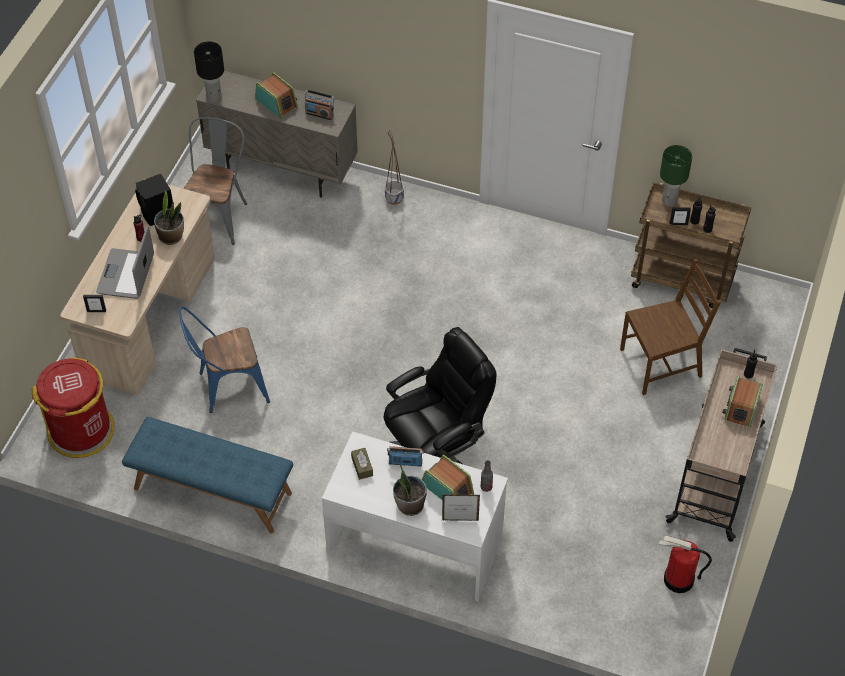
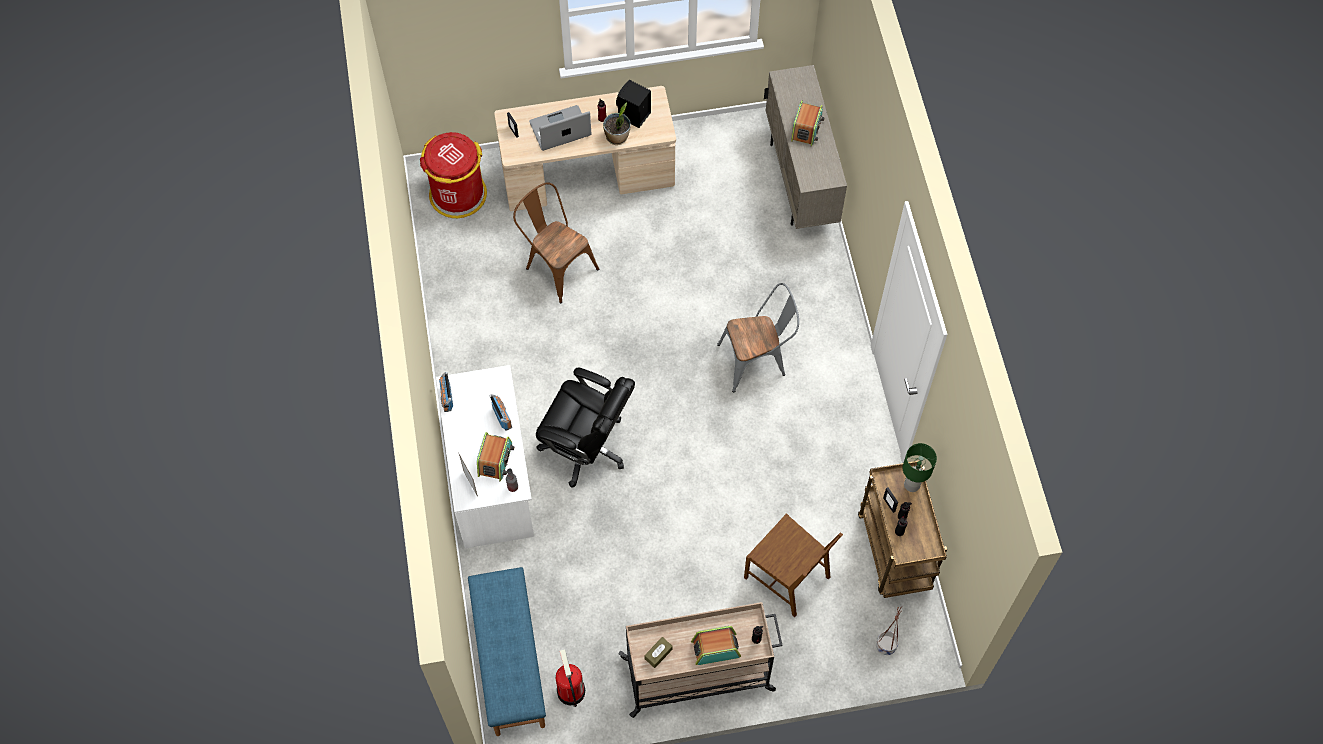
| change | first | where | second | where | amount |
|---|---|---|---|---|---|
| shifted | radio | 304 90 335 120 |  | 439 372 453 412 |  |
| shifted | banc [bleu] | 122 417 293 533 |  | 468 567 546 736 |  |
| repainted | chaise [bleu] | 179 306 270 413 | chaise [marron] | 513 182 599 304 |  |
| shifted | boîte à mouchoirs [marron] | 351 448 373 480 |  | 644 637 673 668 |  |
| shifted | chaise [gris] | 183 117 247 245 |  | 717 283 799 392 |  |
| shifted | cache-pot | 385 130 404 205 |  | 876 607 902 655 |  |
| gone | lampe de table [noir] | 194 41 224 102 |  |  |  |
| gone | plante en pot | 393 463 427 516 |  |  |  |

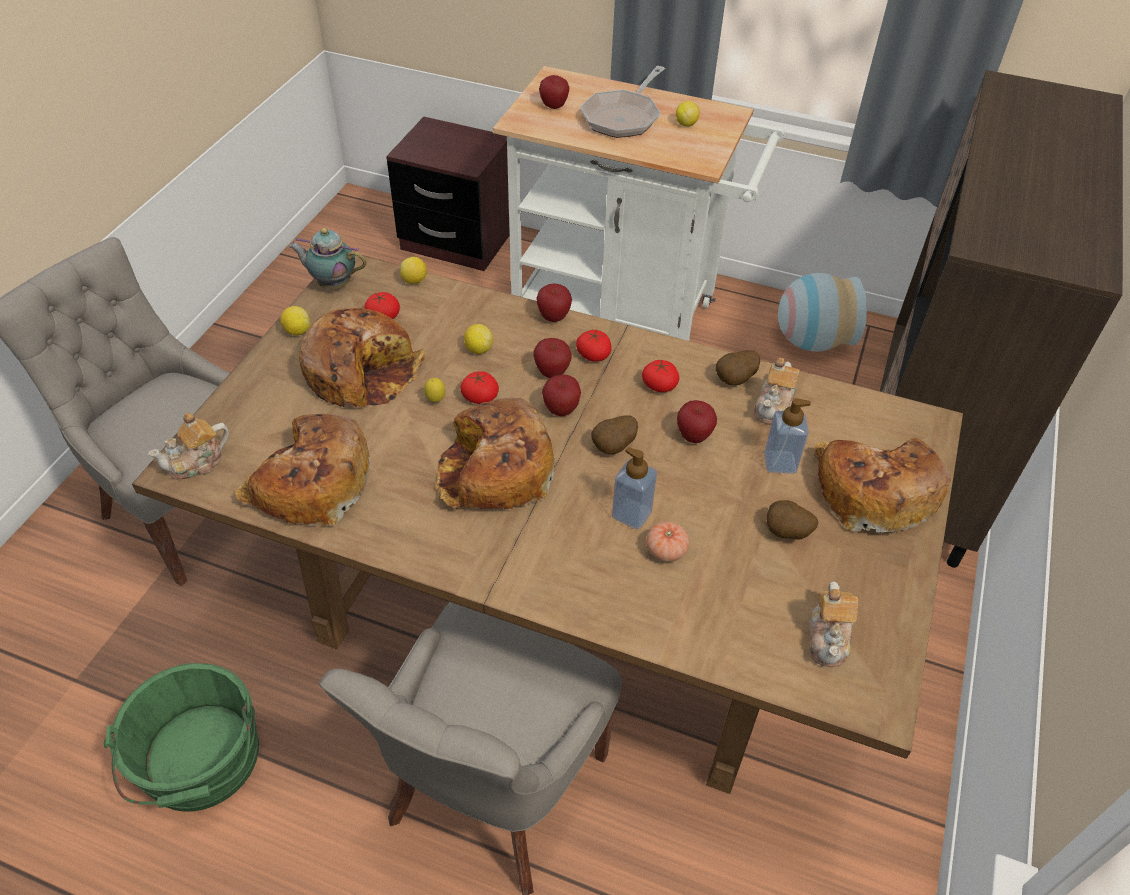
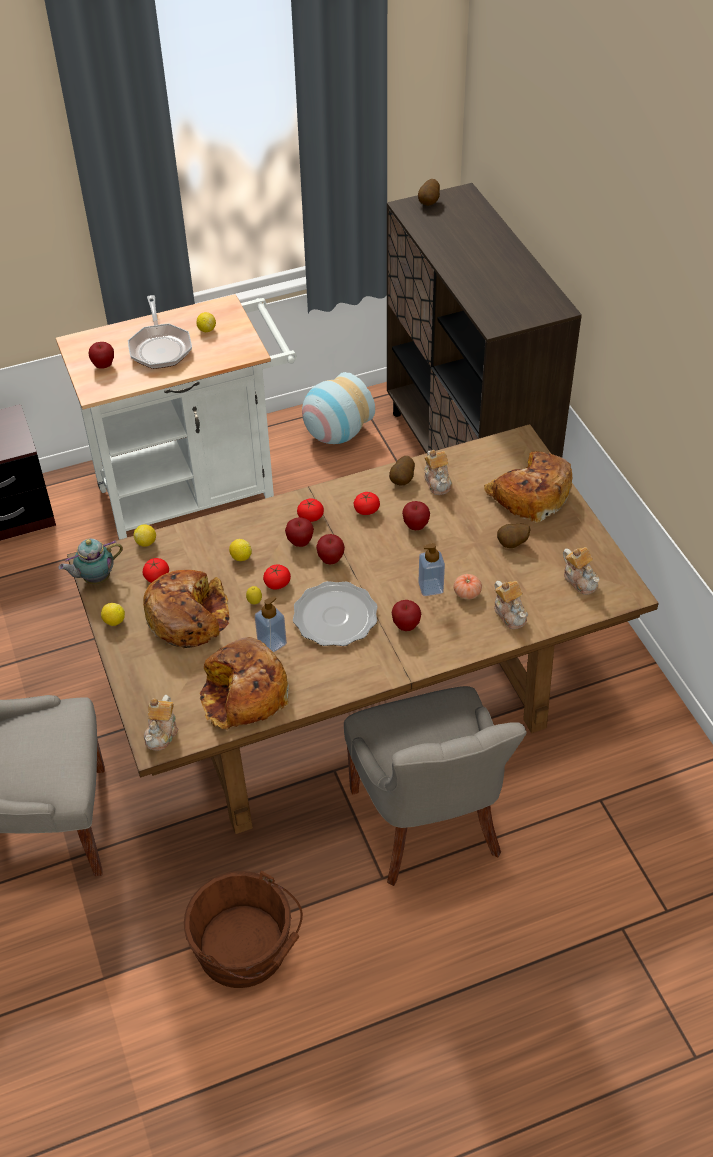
| change | first | where | second | where | amount |
|---|---|---|---|---|---|
| repainted | seau [vert] | 104 663 259 812 | seau [marron] | 184 870 303 988 |  |
| shifted | distributeur de savon | 764 398 811 474 |  | 255 596 287 653 |  |
| swapped | pain | 435 397 554 509 | assiette | 293 581 378 646 |  |
| shifted | pomme | 536 283 572 322 |  | 392 600 421 631 |  |
| shifted | pomme de terre | 591 415 638 454 |  | 418 179 440 206 |  |
| new |  |  | théière | 494 581 528 629 |  |

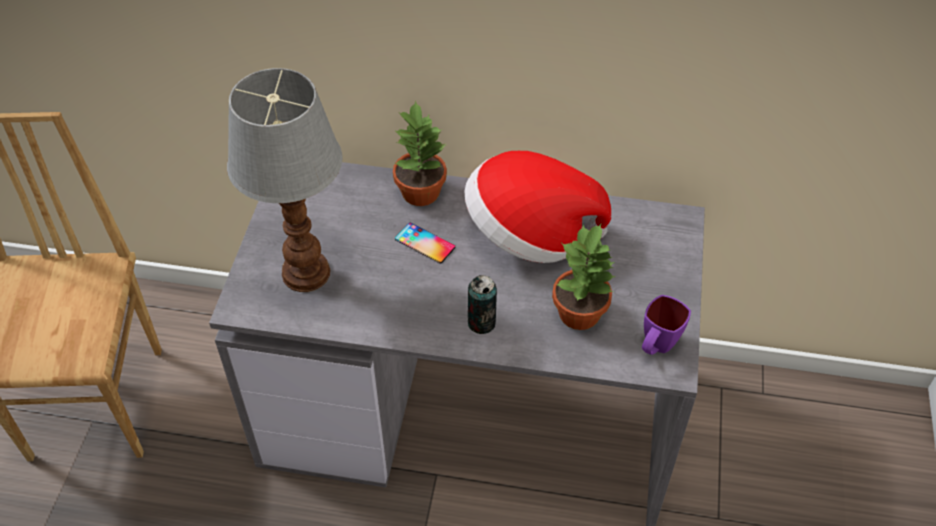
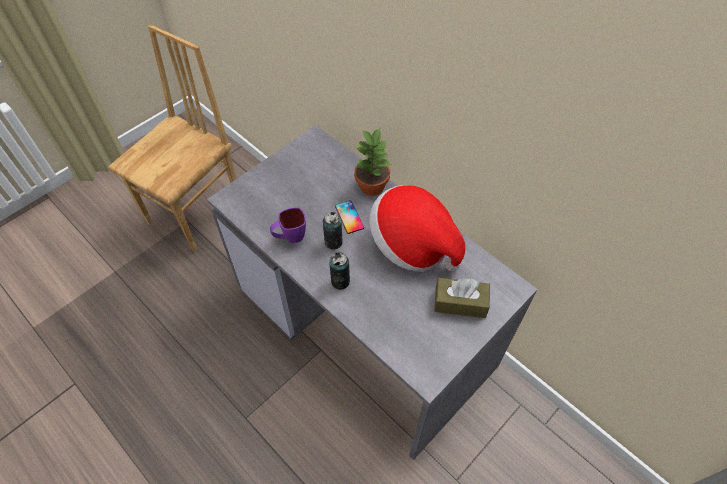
| change | first | where | second | where | amount |
|---|---|---|---|---|---|
| shifted | mug [violet] | 642 295 691 355 |  | 270 208 306 243 |  |
| new |  |  | boîte métallique | 323 212 343 250 |  |
| new |  |  | boîte à mouchoirs [marron] | 434 278 490 318 |  |
| gone | lampe de table | 227 68 343 292 |  |  |  |
| gone | plante en pot | 552 224 616 330 |  |  |  |

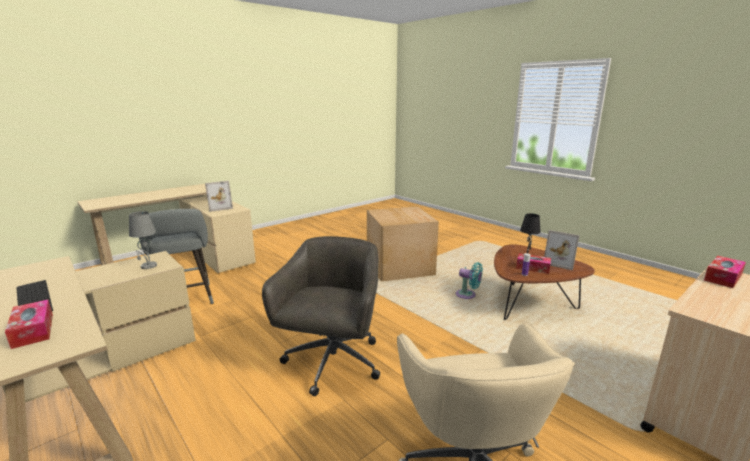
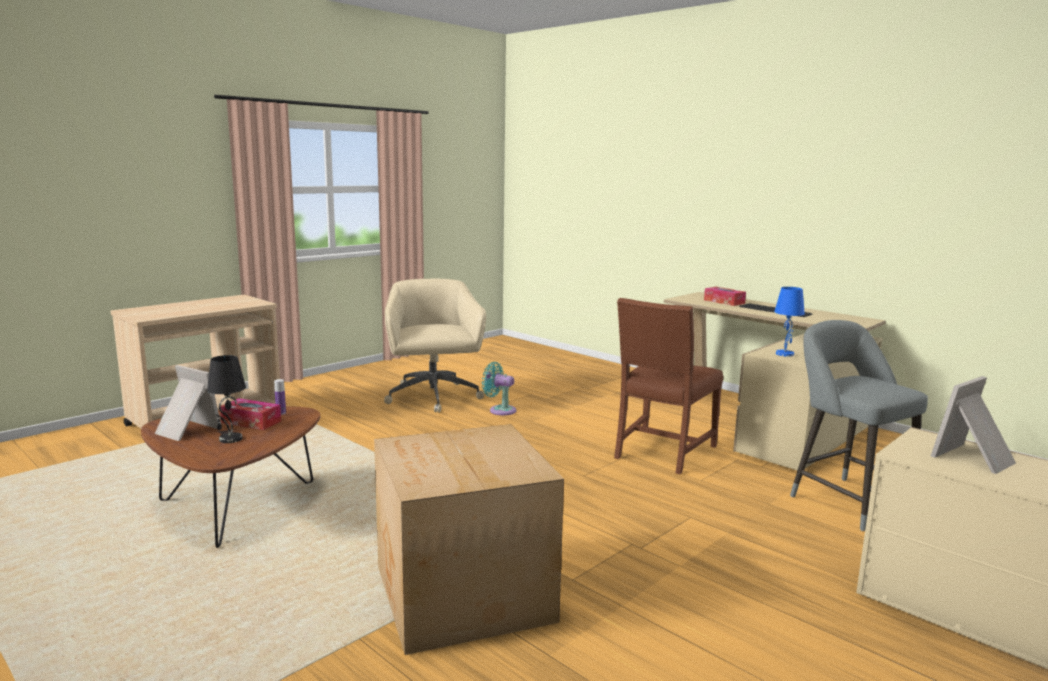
| change | first | where | second | where | amount |
|---|---|---|---|---|---|
| shifted | ventilateur [turquoise] | 456 262 483 299 |  | 482 362 516 415 |  |
| new |  |  | chaise [marron] | 614 298 723 474 |  |
| repainted | lampe de table [gris] | 129 211 157 269 | lampe de table [bleu] | 774 287 805 357 |  |
| gone | chaise de bureau [gris] | 262 236 380 396 |  |  |  |
| gone | boîte à mouchoirs | 704 256 746 288 |  |  |  |

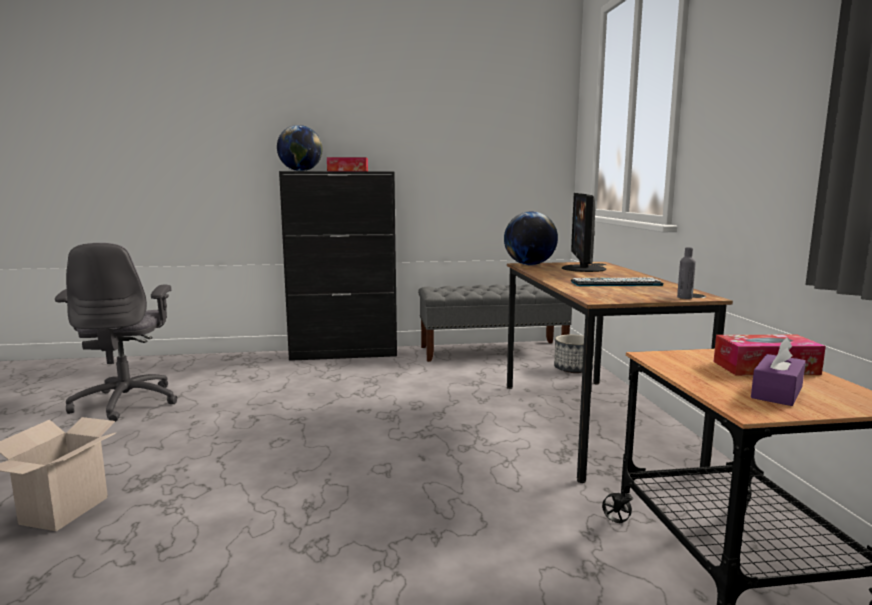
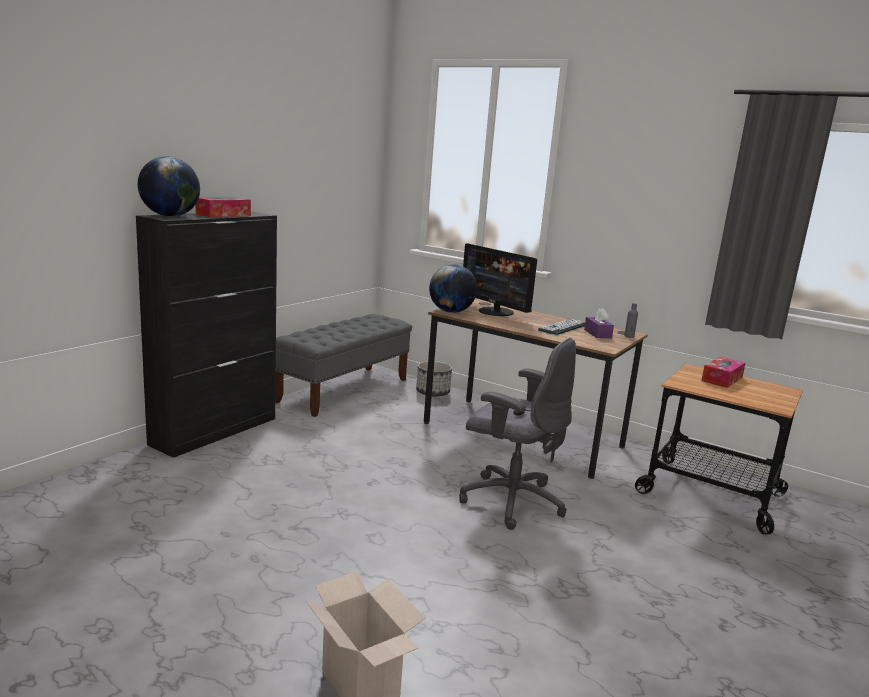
| change | first | where | second | where | amount |
|---|---|---|---|---|---|
| shifted | chaise de bureau [gris] | 55 243 177 422 |  | 459 338 576 530 |  |
| shifted | boîte à mouchoirs [violet] | 751 337 806 406 |  | 584 308 614 338 |  |

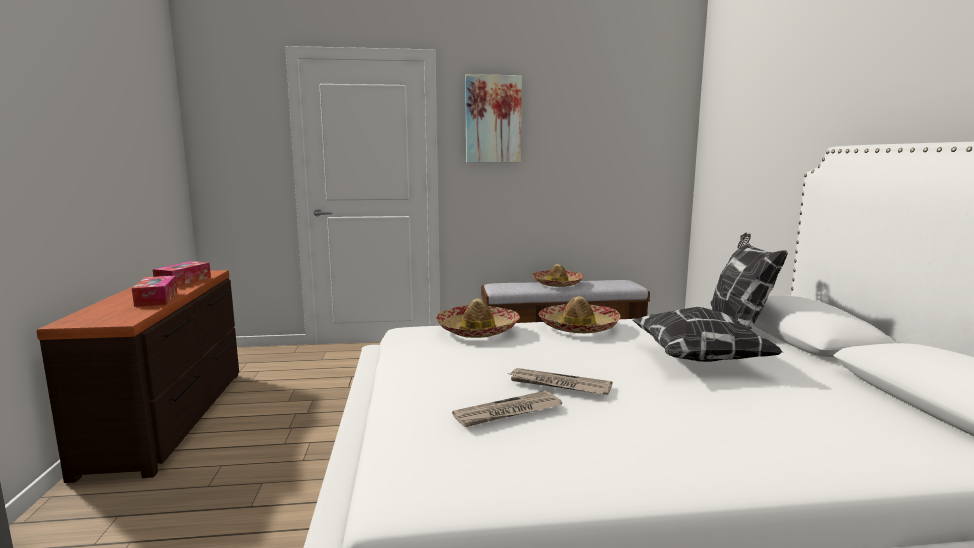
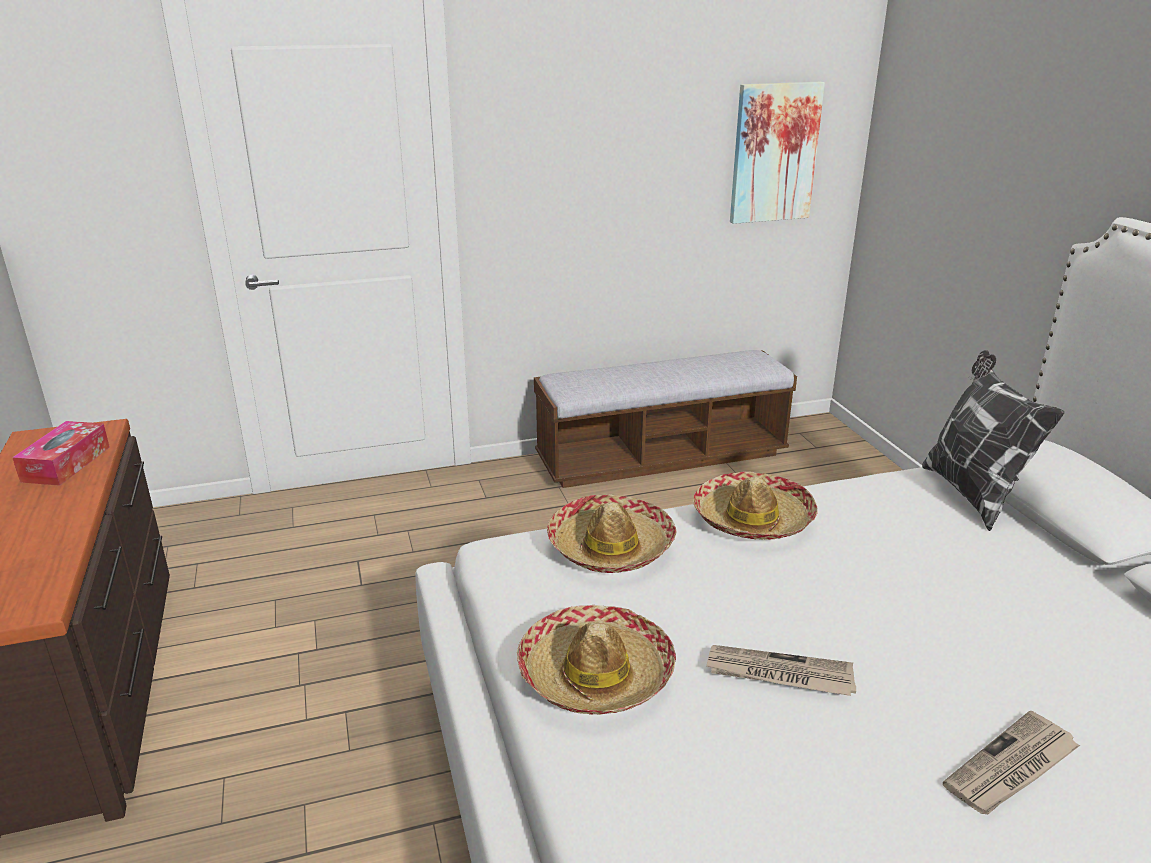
| change | first | where | second | where | amount |
|---|---|---|---|---|---|
| shifted | chapeau | 532 264 584 287 |  | 517 605 676 715 |  |
| shifted | tableau | 465 74 522 162 |  | 730 82 825 224 |  |
| shifted | journal | 452 391 562 427 |  | 943 711 1080 814 |  |
| gone | boîte à mouchoirs | 132 276 177 307 |  |  |  |
| gone | coussin | 632 307 783 362 |  |  |  |

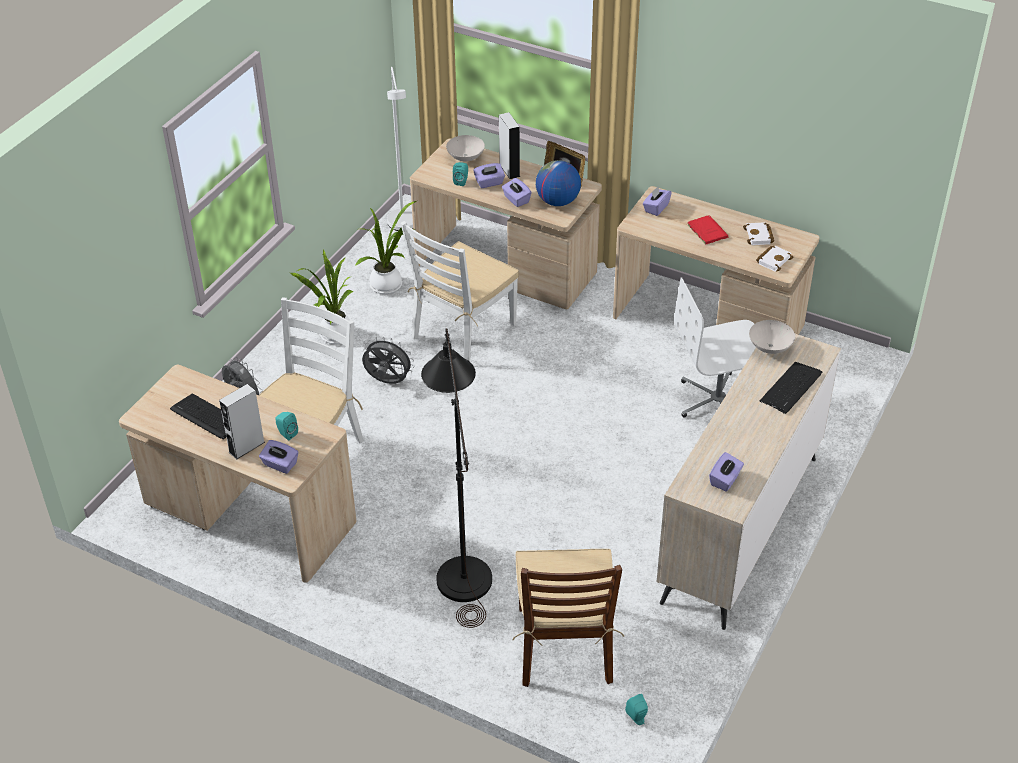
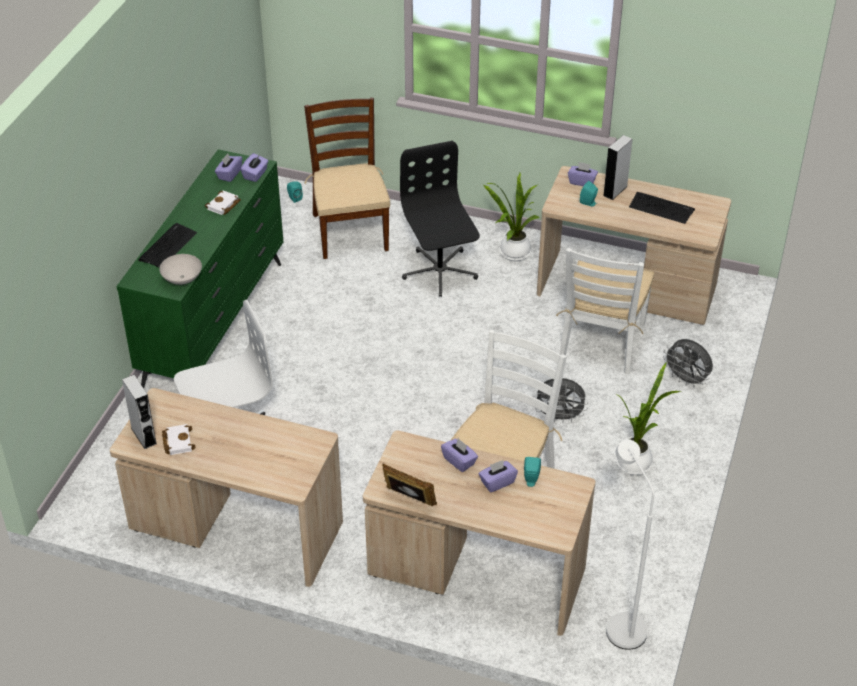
| change | first | where | second | where | amount |
|---|---|---|---|---|---|
| repainted | commode [beige] | 657 334 841 630 | commode [vert] | 116 149 283 388 |  |
| shifted | enceinte [gris] | 499 112 520 179 |  | 122 375 157 449 |  |
| shifted | livre [blanc] | 756 246 793 272 |  | 205 190 241 215 |  |
| shifted | boîte à mouchoirs [violet] | 643 186 672 216 |  | 240 153 268 182 |  |
| swapped | lampadaire [noir] | 421 328 492 628 | chaise de bureau [noir] | 400 141 480 297 |  |
| shifted | plante en pot | 355 201 416 294 |  | 483 171 541 261 |  |
| gone | bol [blanc] | 446 135 485 161 |  |  |  |
| gone | globe | 536 160 581 206 |  |  |  |
| gone | livre [rouge] | 686 215 728 245 |  |  |  |

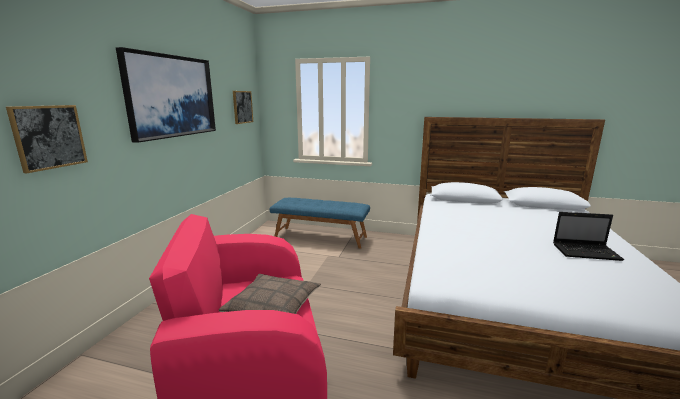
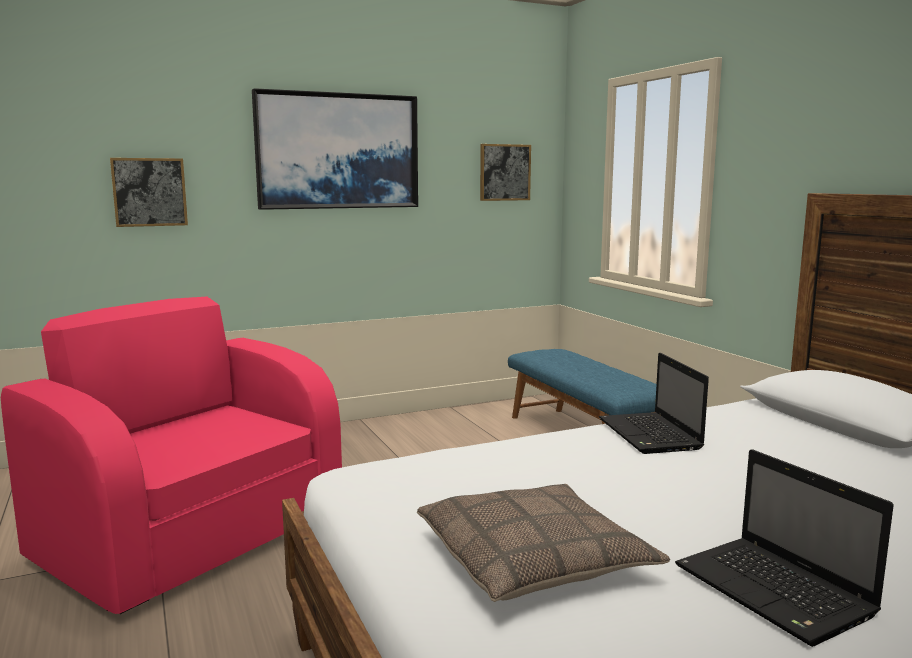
| change | first | where | second | where | amount |
|---|---|---|---|---|---|
| shifted | coussin | 219 274 321 314 |  | 417 484 670 602 |  |
| new |  |  | ordinateur portable | 599 353 709 454 |  |

